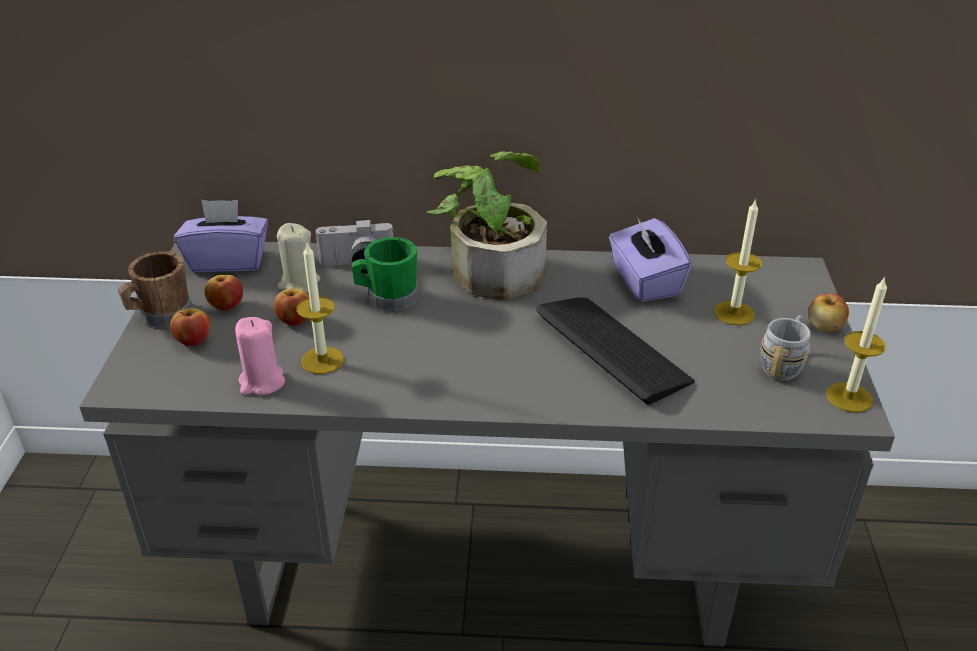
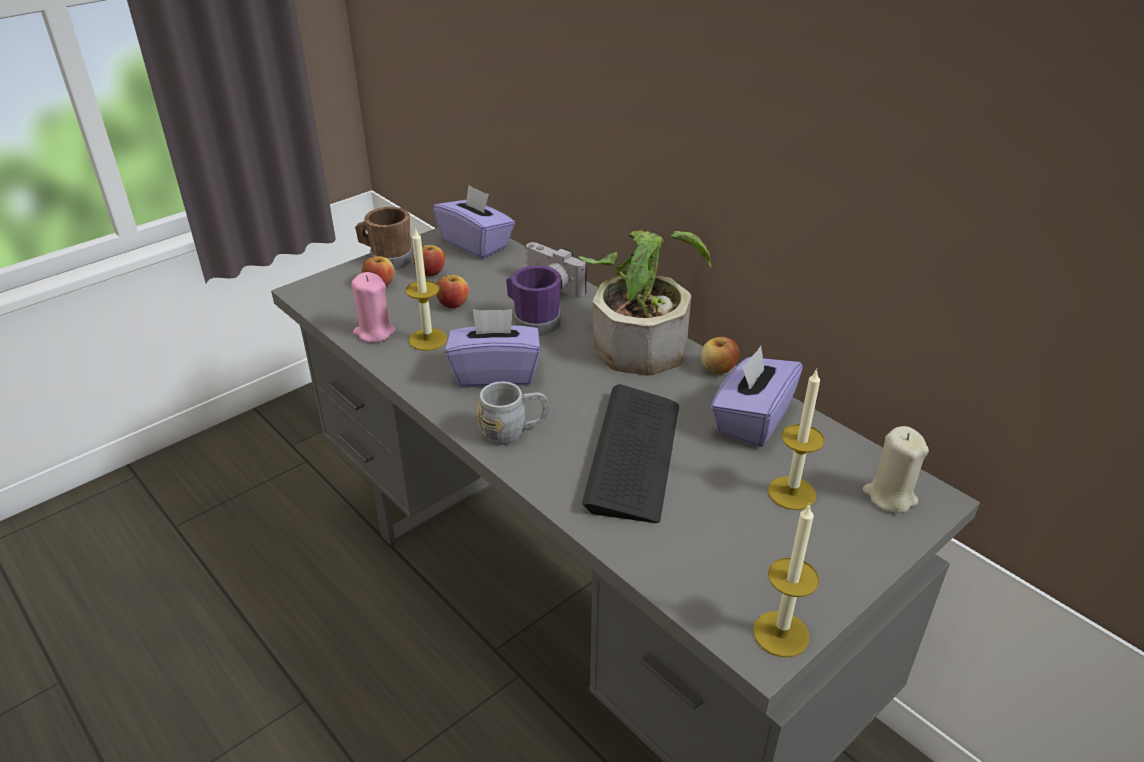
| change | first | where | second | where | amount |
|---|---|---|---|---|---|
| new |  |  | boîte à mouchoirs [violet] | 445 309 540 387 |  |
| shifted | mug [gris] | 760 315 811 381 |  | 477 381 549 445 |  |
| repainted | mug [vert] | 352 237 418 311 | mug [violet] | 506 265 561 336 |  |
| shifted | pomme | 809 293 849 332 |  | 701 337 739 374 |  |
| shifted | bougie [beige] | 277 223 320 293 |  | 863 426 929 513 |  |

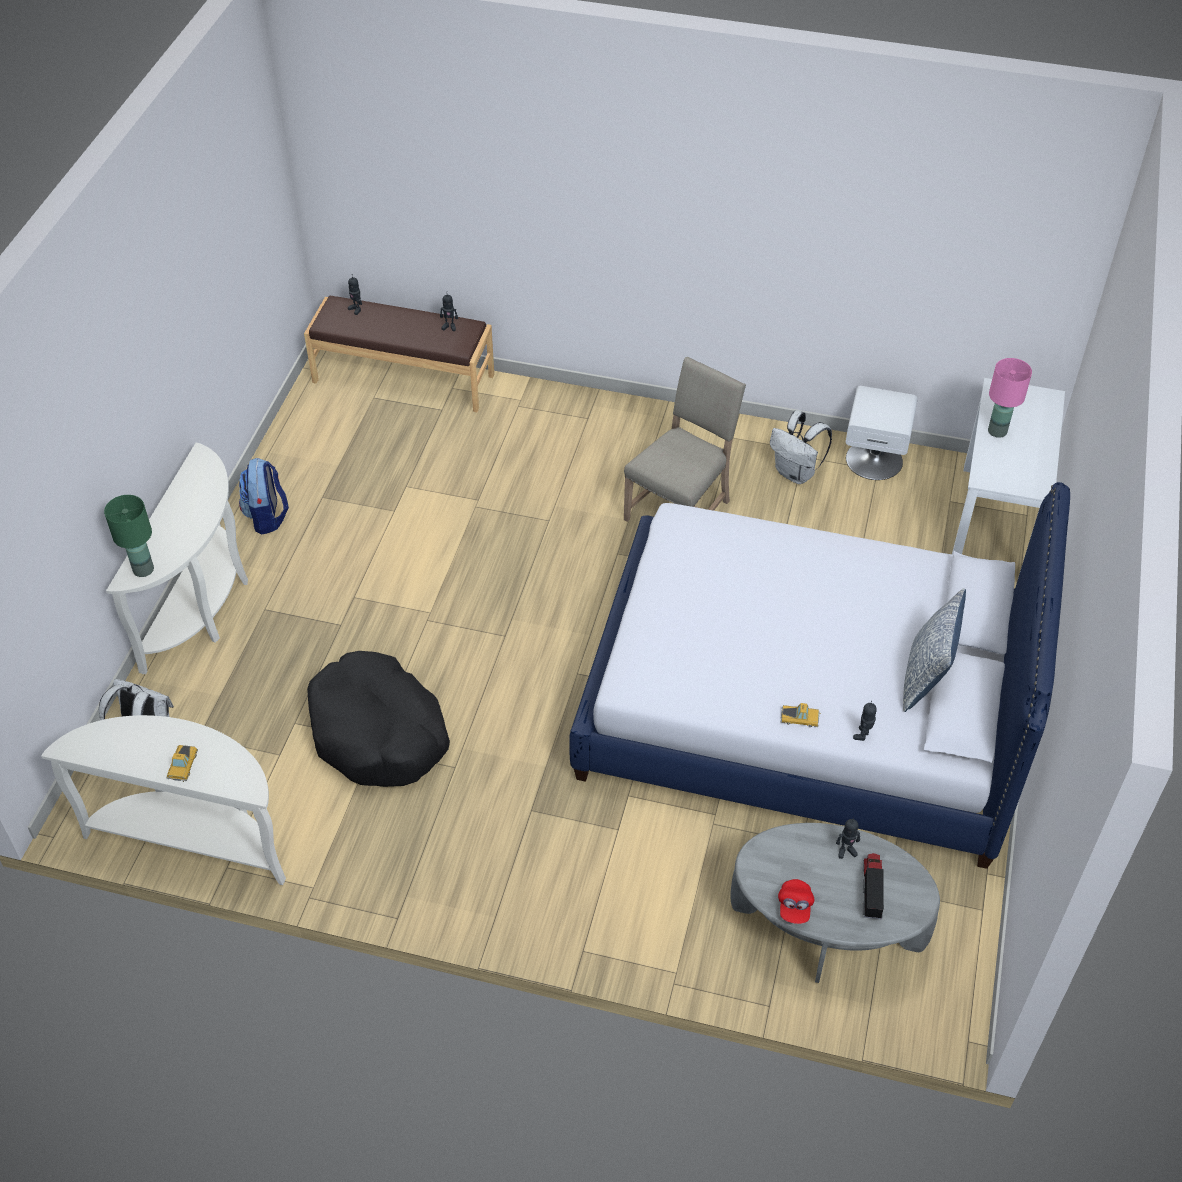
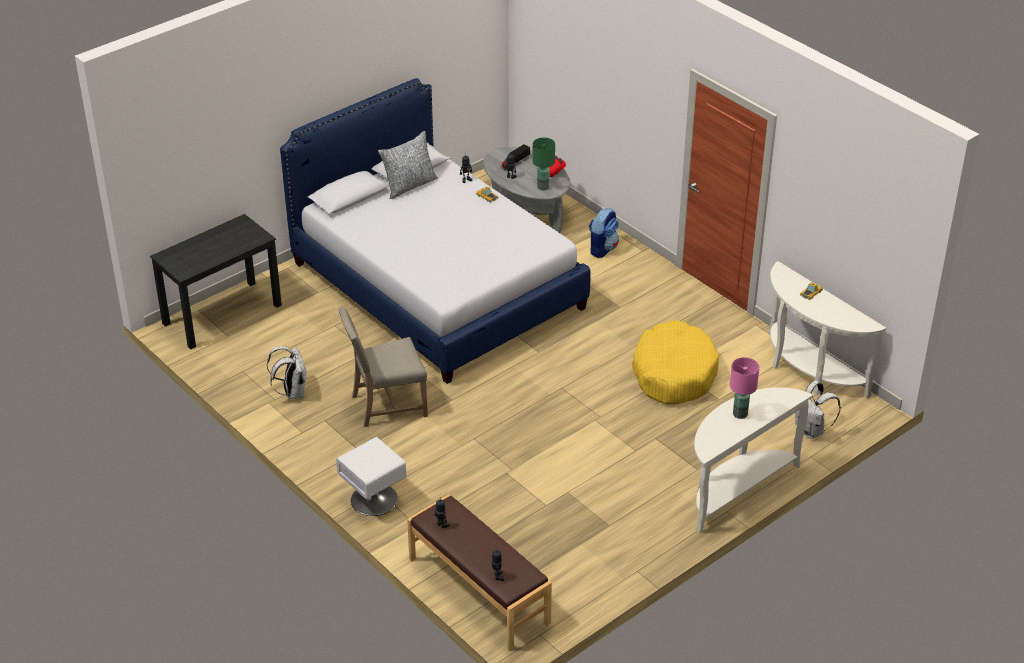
| change | first | where | second | where | amount |
|---|---|---|---|---|---|
| repainted | bureau [blanc] | 952 378 1065 571 | bureau [noir] | 150 214 282 349 |  |
| shifted | table de chevet [blanc] | 846 386 918 480 |  | 336 437 406 516 |  |
| shifted | lampe de table [vert] | 104 495 154 577 |  | 532 137 555 190 |  |
| shifted | sac à dos | 239 458 289 535 |  | 589 208 619 258 |  |
| repainted | panier pour chien [noir] | 307 651 450 787 | panier pour chien [jaune] | 632 320 719 405 |  |
| shifted | lampe de table [rose] | 988 358 1032 438 |  | 730 357 760 419 |  |

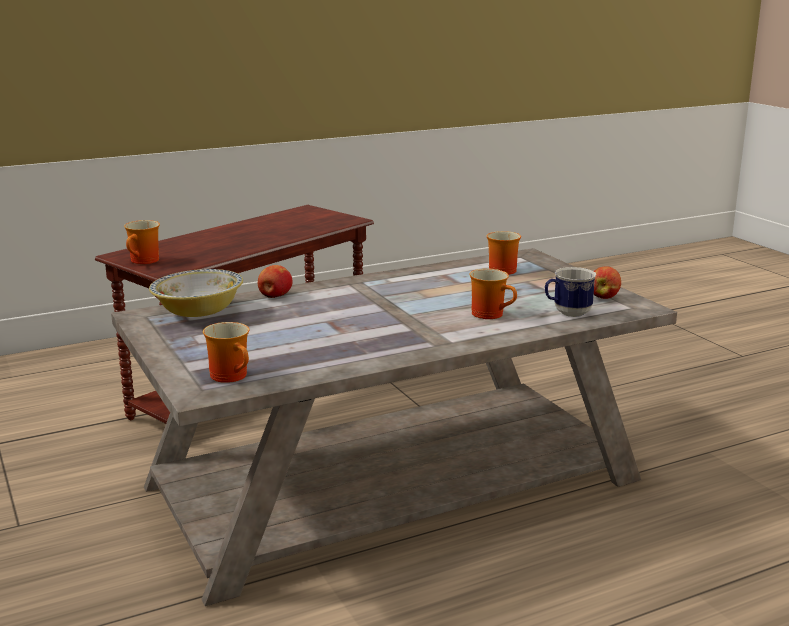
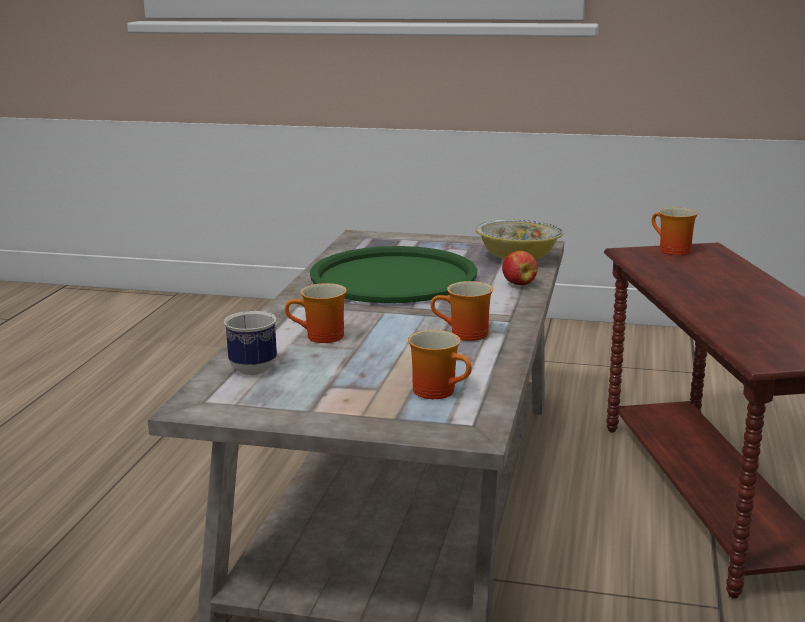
| change | first | where | second | where | amount |
|---|---|---|---|---|---|
| new |  |  | plateau [vert] | 310 246 477 303 |  |
| shifted | mug | 203 322 249 383 |  | 431 281 493 341 |  |
| gone | pomme | 594 266 621 299 |  |  |  |

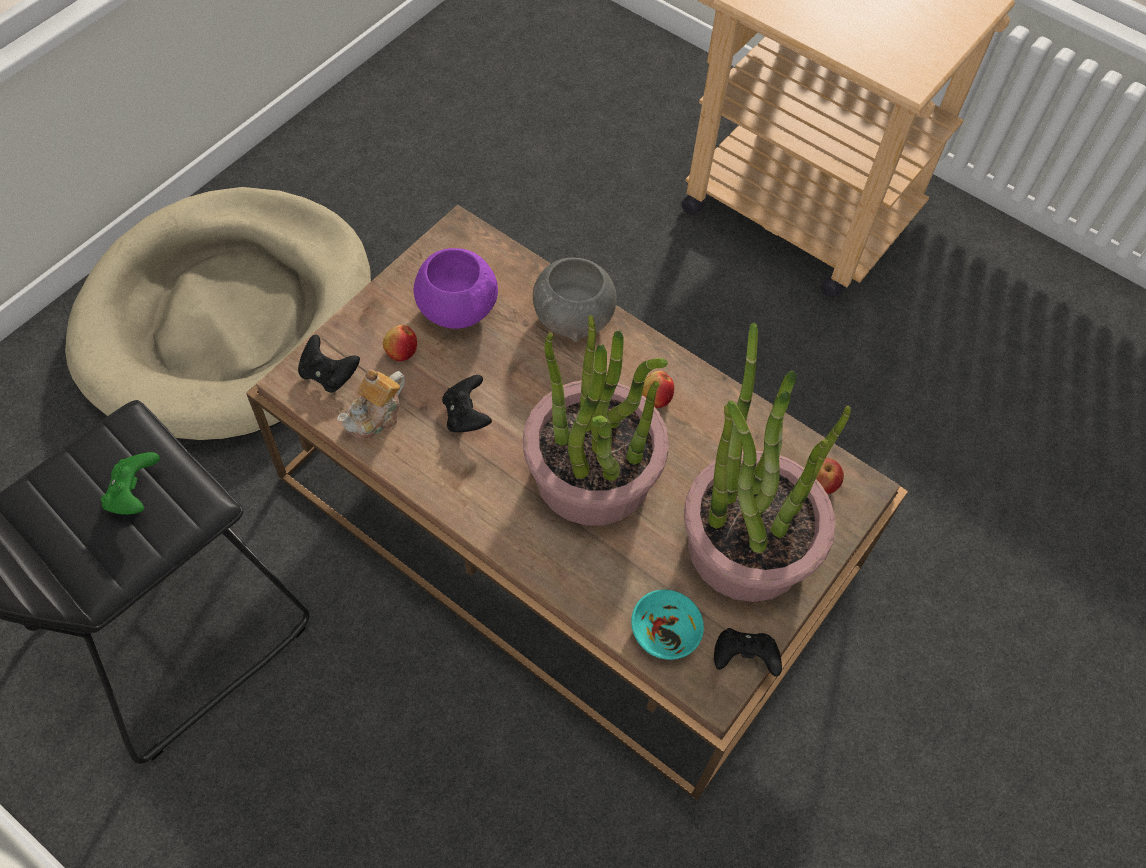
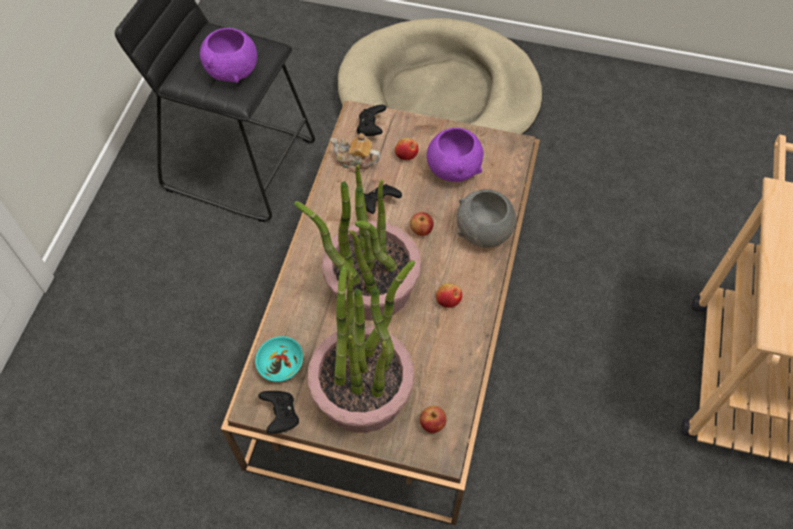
| change | first | where | second | where | amount |
|---|---|---|---|---|---|
| swapped | manette [vert] | 101 452 160 515 | bol [violet] | 200 28 257 83 |  |
| new |  |  | pomme | 410 212 434 236 |  |

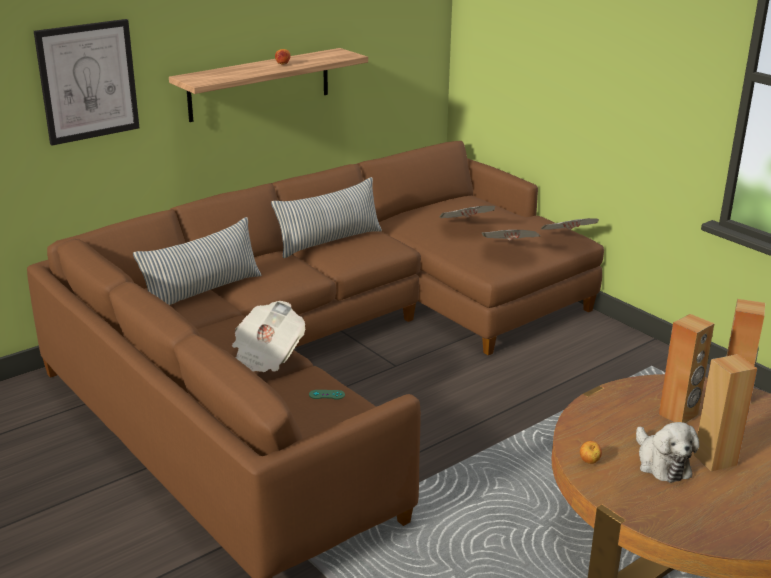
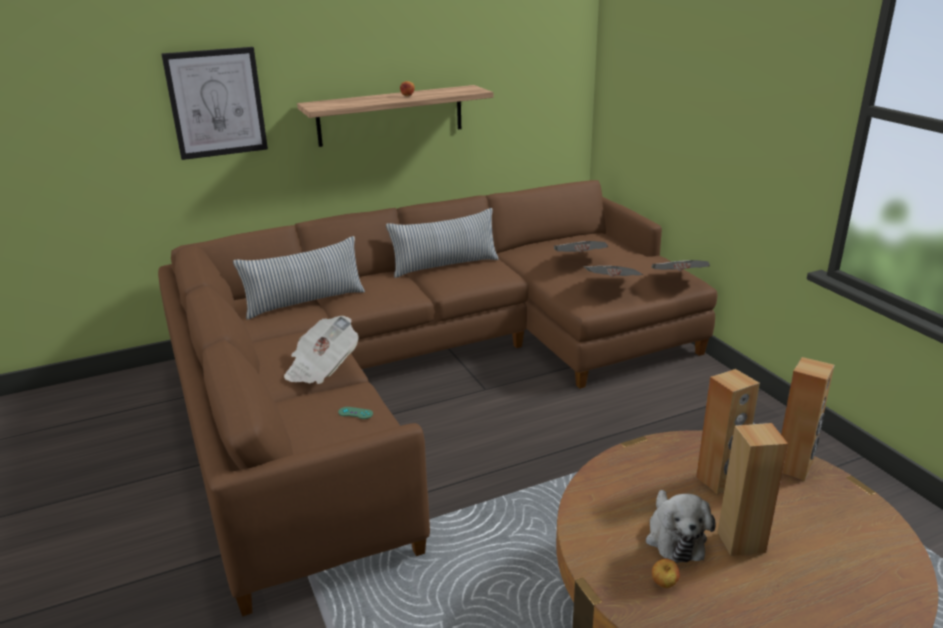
| change | first | where | second | where | amount |
|---|---|---|---|---|---|
| shifted | pomme | 580 441 602 464 |  | 652 558 680 588 |  |

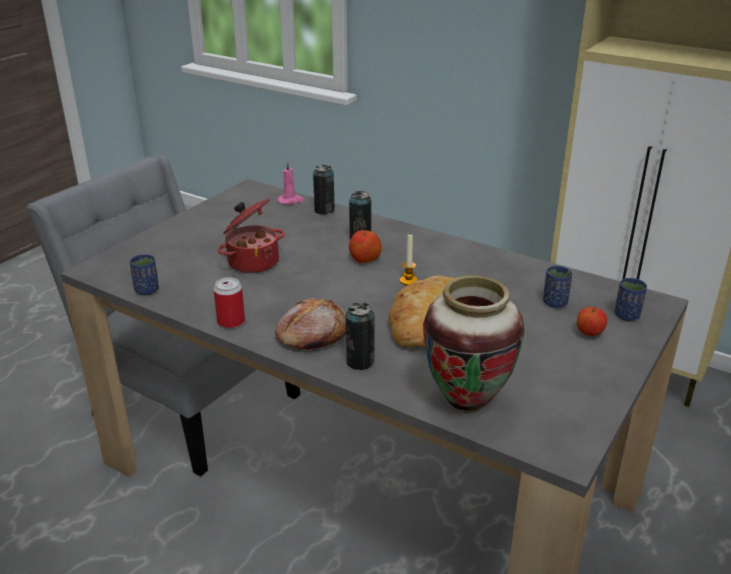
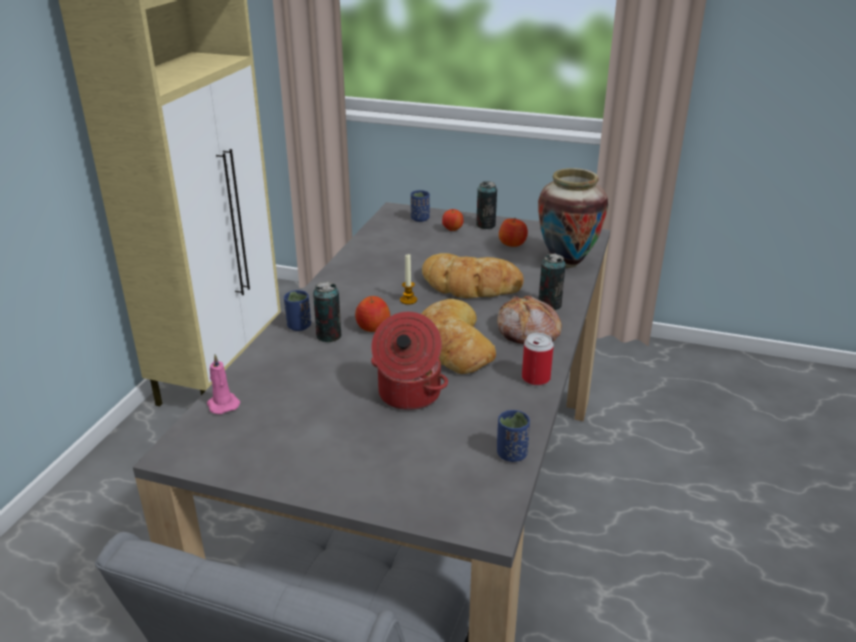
| change | first | where | second | where | amount |
|---|---|---|---|---|---|
| shifted | tasse [bleu] | 543 266 572 308 |  | 284 290 311 331 |  |
| new |  |  | pain | 421 299 496 374 |  |
| shifted | boîte métallique | 313 165 335 215 |  | 476 181 497 229 |  |
| new |  |  | pomme | 499 219 528 247 |  |

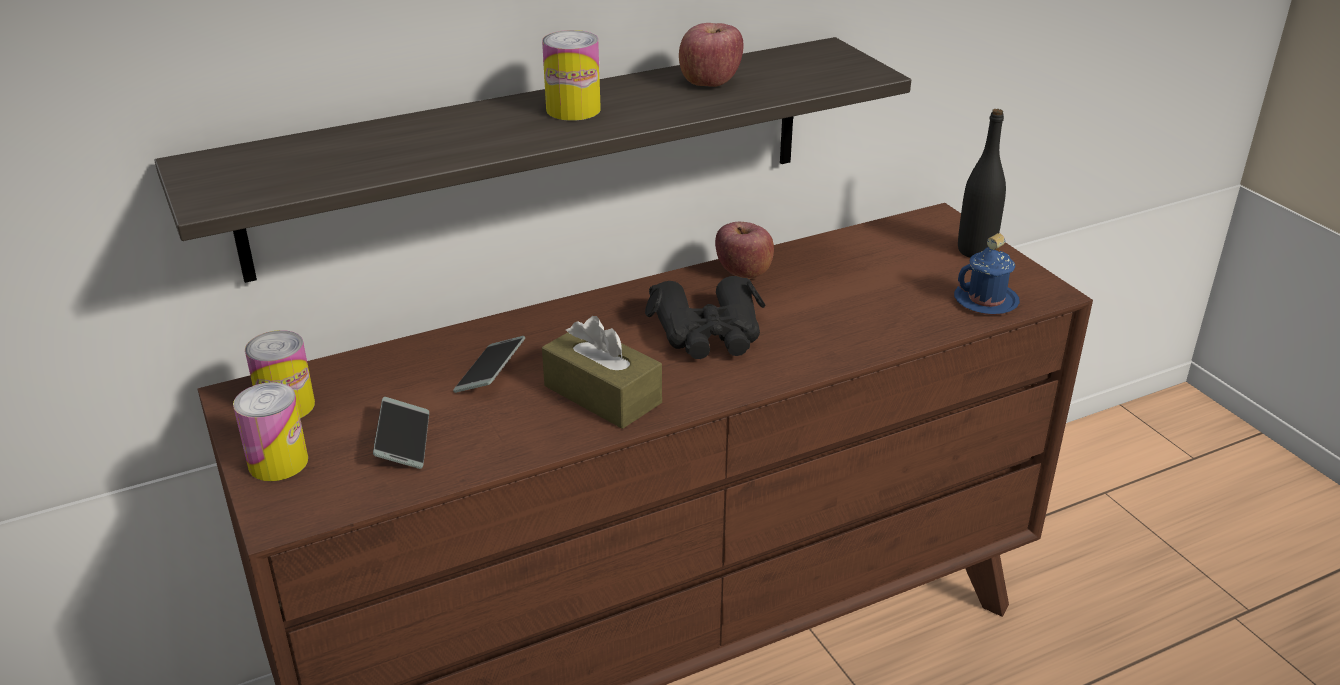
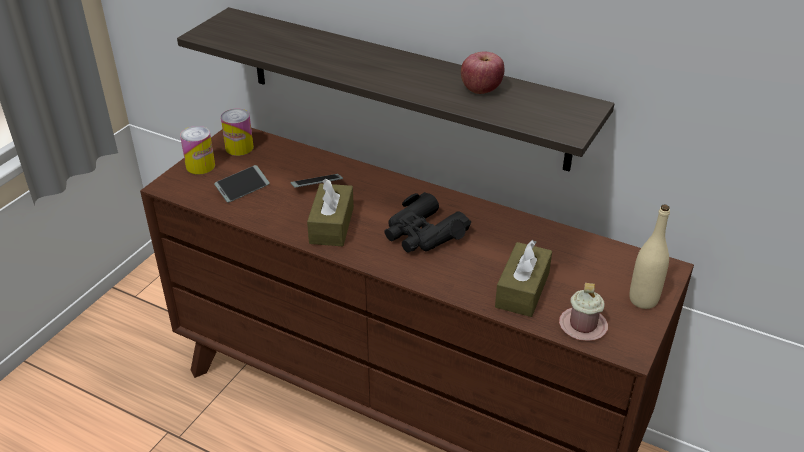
| change | first | where | second | where | amount |
|---|---|---|---|---|---|
| new |  |  | boîte à mouchoirs [marron] | 495 240 552 317 |  |
| repainted | mug [bleu] | 954 233 1020 315 | mug [rose] | 559 283 608 341 |  |
| repainted | bouteille [noir] | 958 109 1006 258 | bouteille [beige] | 629 205 670 309 |  |
| gone | boîte métallique | 542 30 601 121 |  |  |  |
| gone | pomme | 715 222 774 278 |  |  |  |

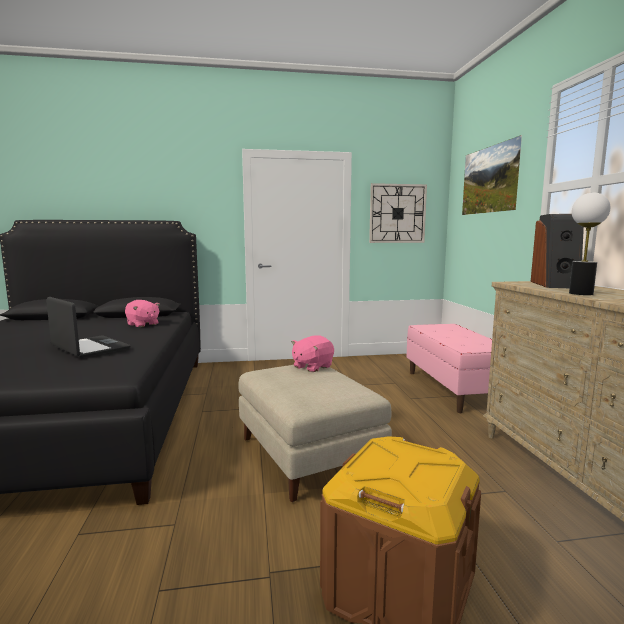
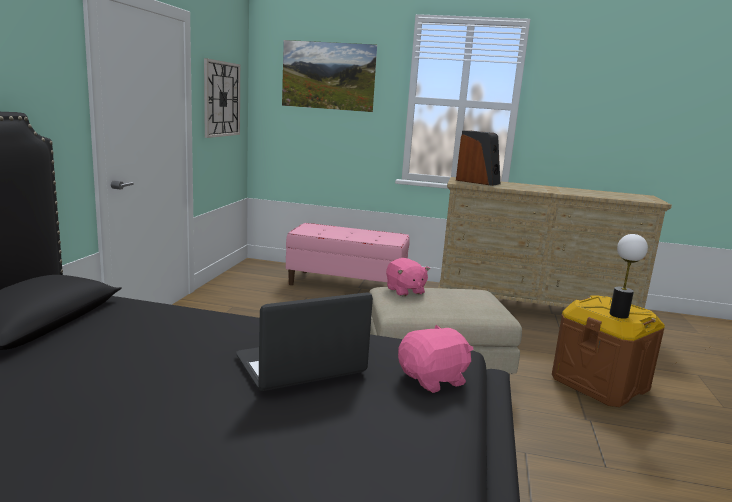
| change | first | where | second | where | amount |
|---|---|---|---|---|---|
| shifted | peluche [rose] | 125 300 160 327 |  | 398 325 474 393 |  |
| shifted | lampe de table | 569 193 610 295 |  | 609 234 648 319 |  |

